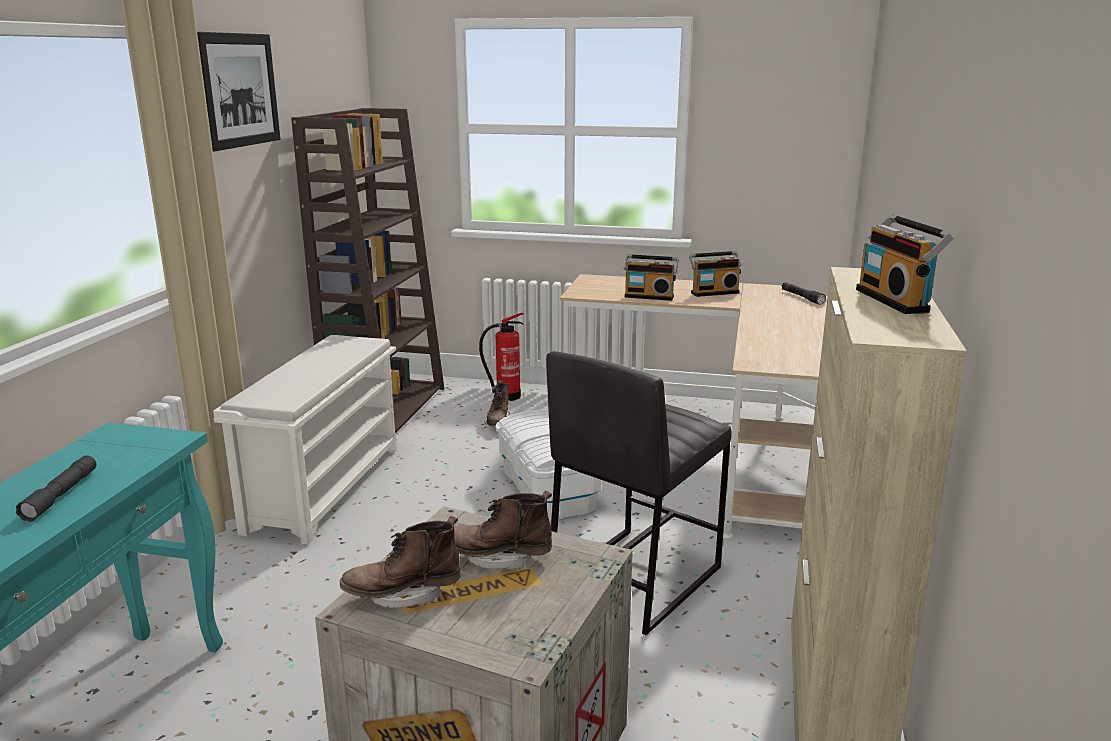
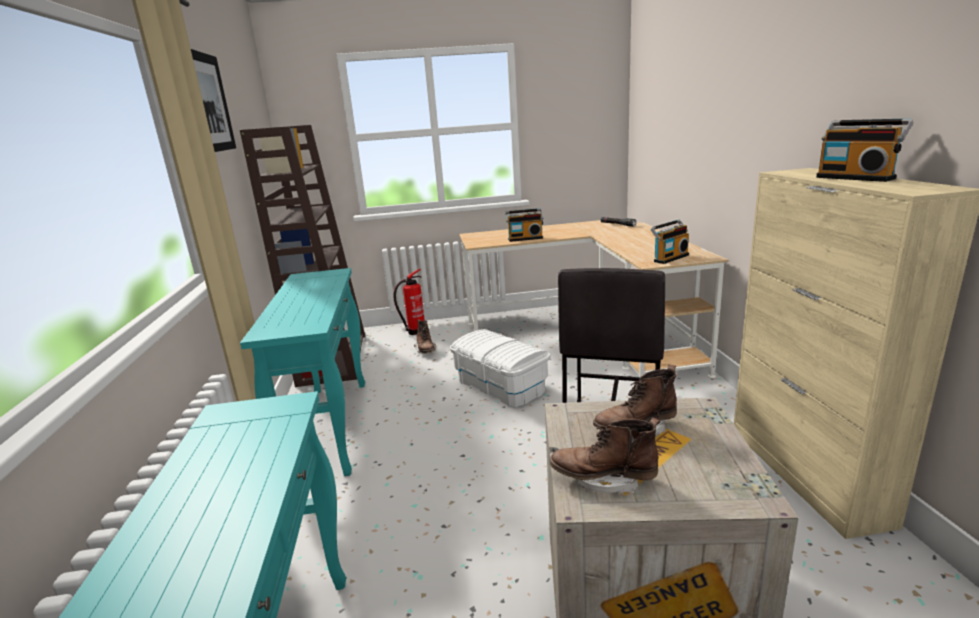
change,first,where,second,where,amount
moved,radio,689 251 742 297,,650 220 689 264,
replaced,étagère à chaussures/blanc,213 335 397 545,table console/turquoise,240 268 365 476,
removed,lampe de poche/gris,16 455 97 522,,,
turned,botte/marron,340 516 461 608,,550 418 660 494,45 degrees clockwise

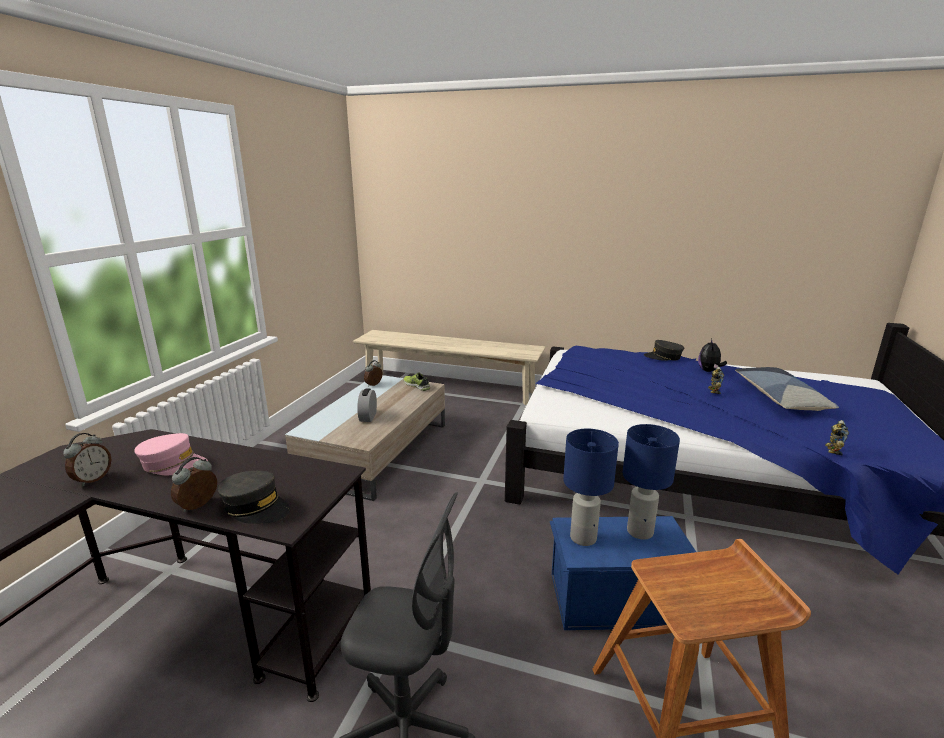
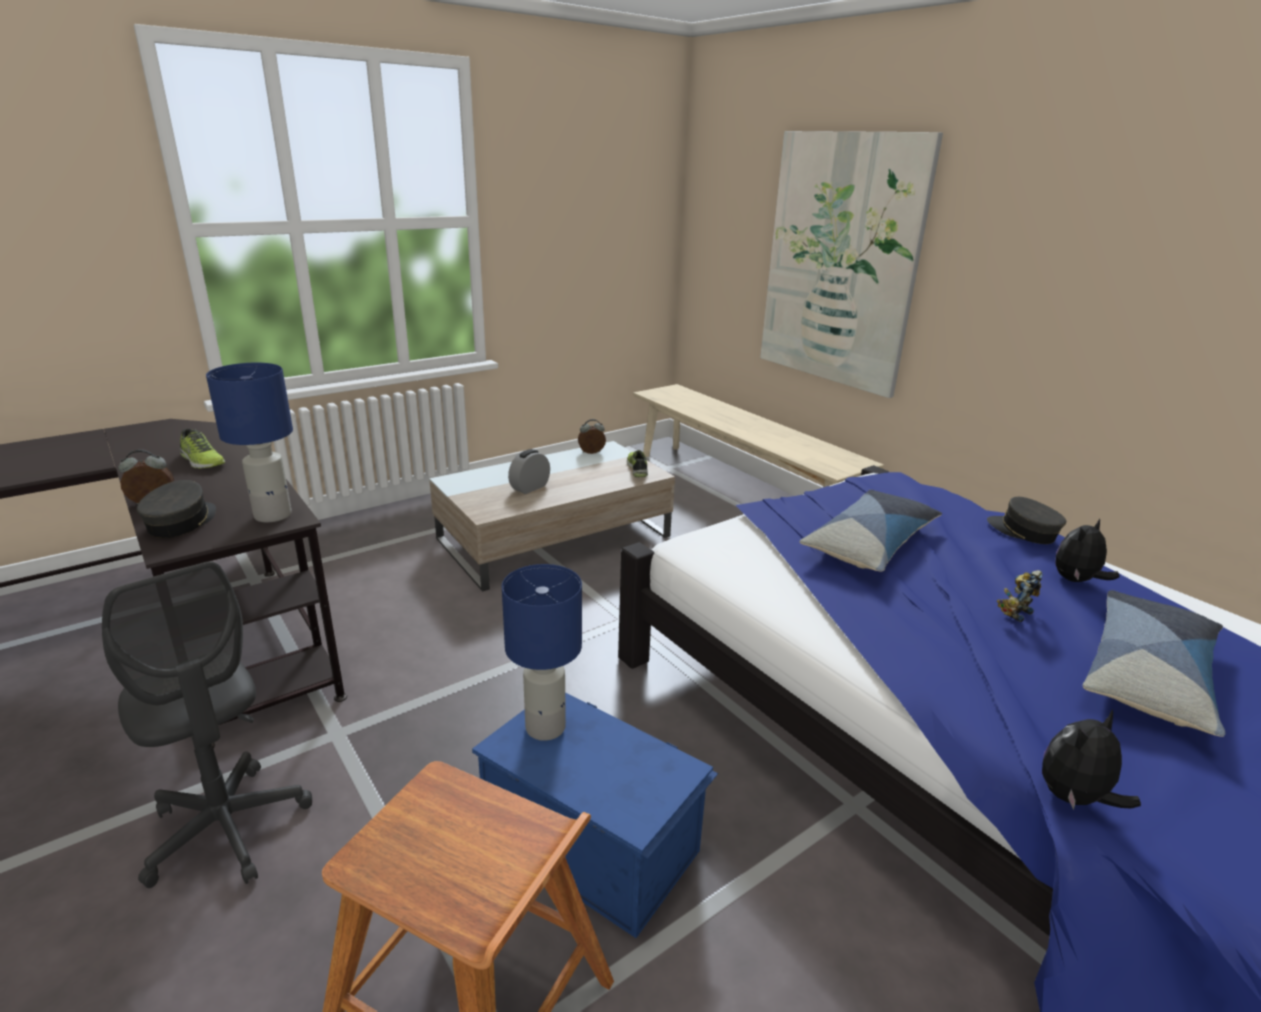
change,first,where,second,where,amount
replaced,robot jouet,825 420 849 455,peluche,1042 709 1141 810,
moved,lampe de table/bleu,623 424 680 540,,206 363 293 522,
removed,réveil,63 433 111 486,,,
replaced,casquette/rose,134 433 208 475,chaussure,180 429 226 468,
turned,casquette/gris,218 471 290 524,,137 480 216 538,150 degrees counterclockwise
added,,,tableau,760 131 943 398,
added,,,coussin,800 490 942 571,

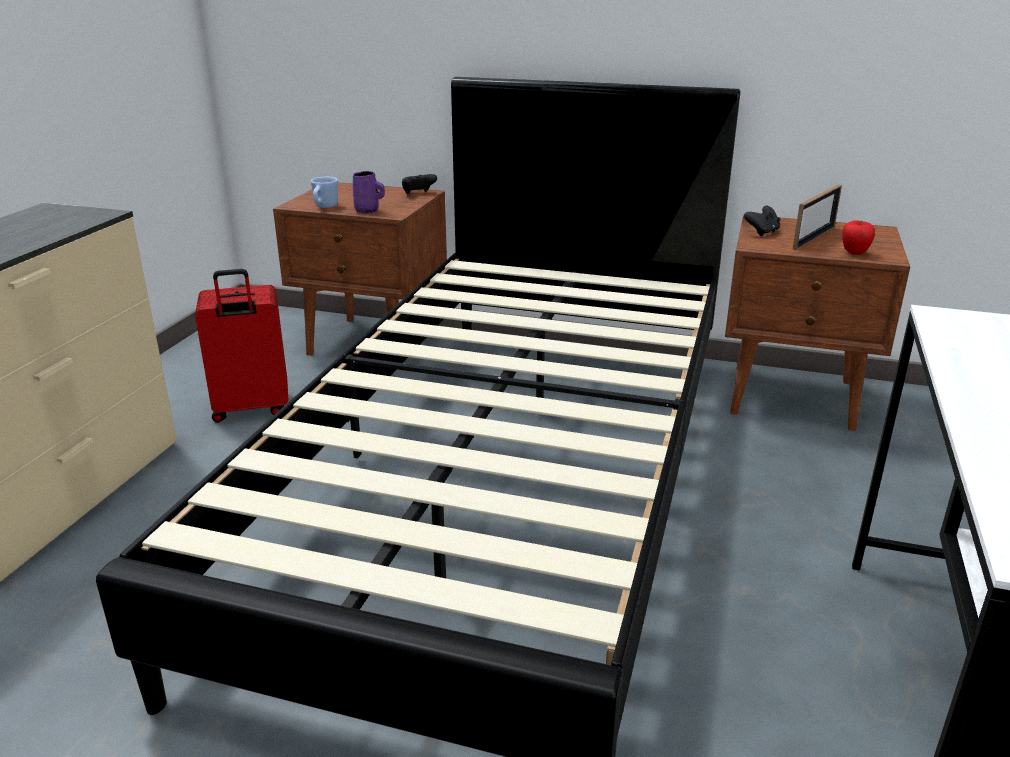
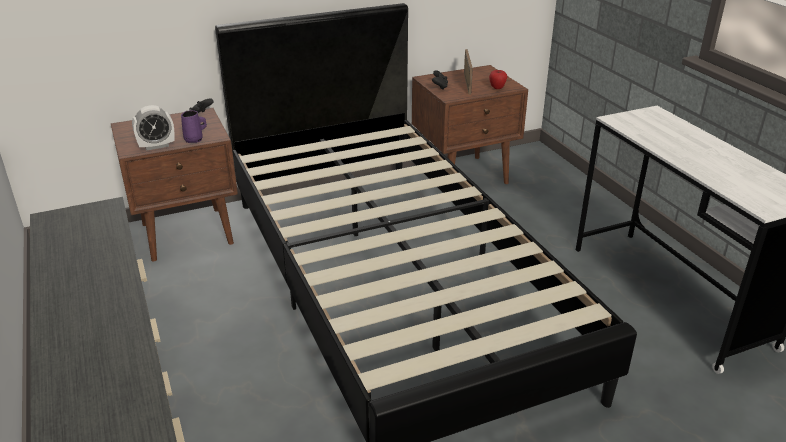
change,first,where,second,where,amount
replaced,mug/bleu,311 177 338 208,réveil,132 105 175 151,
removed,valise/rouge,195 269 288 423,,,

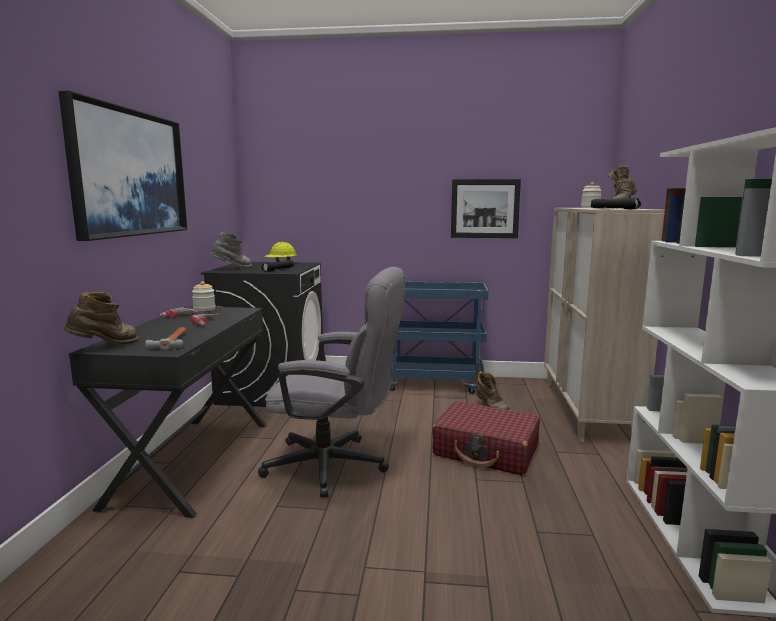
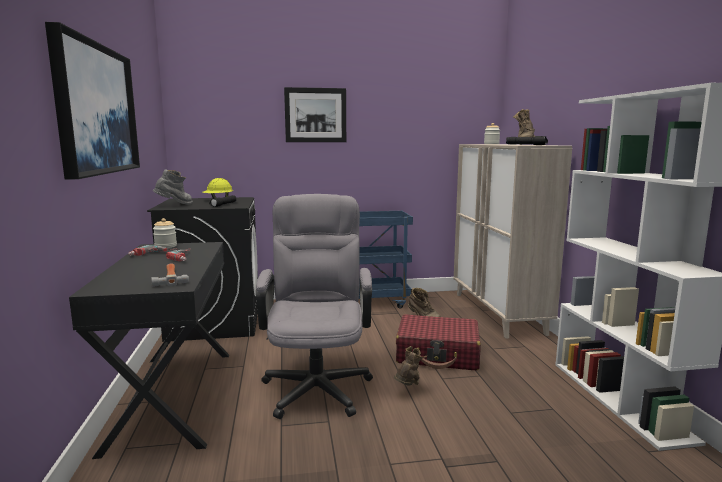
change,first,where,second,where,amount
moved,tableau,451 179 521 238,,284 87 346 142,
turned,chaise de bureau/gris,258 267 405 497,,256 194 373 419,90 degrees counterclockwise
moved,botte/marron,63 292 138 344,,394 346 427 386,

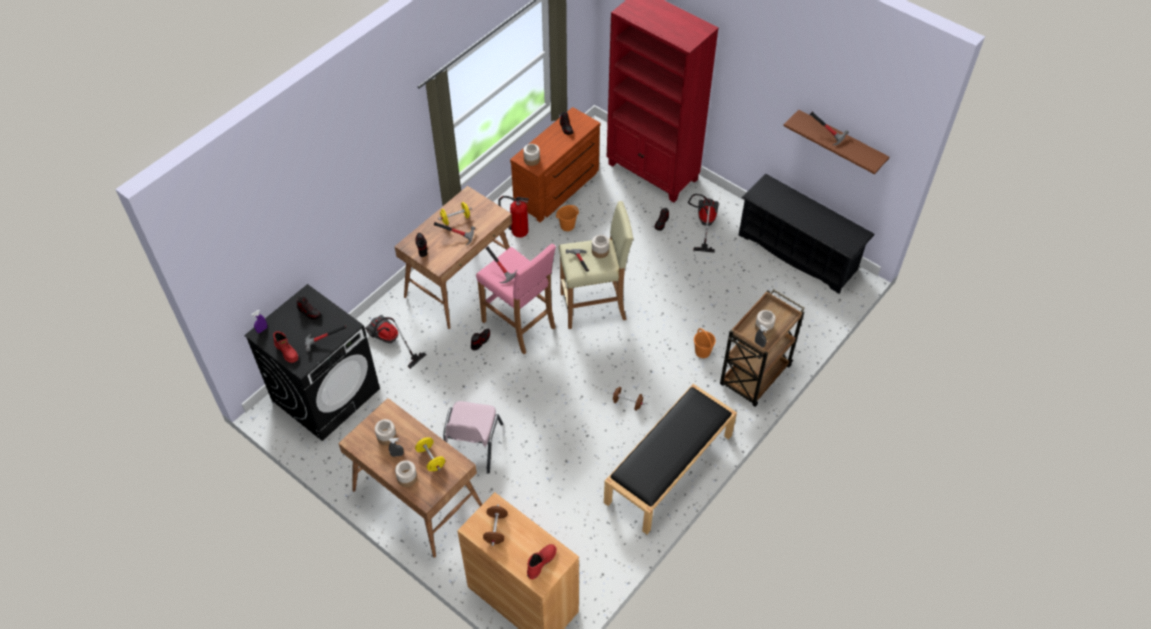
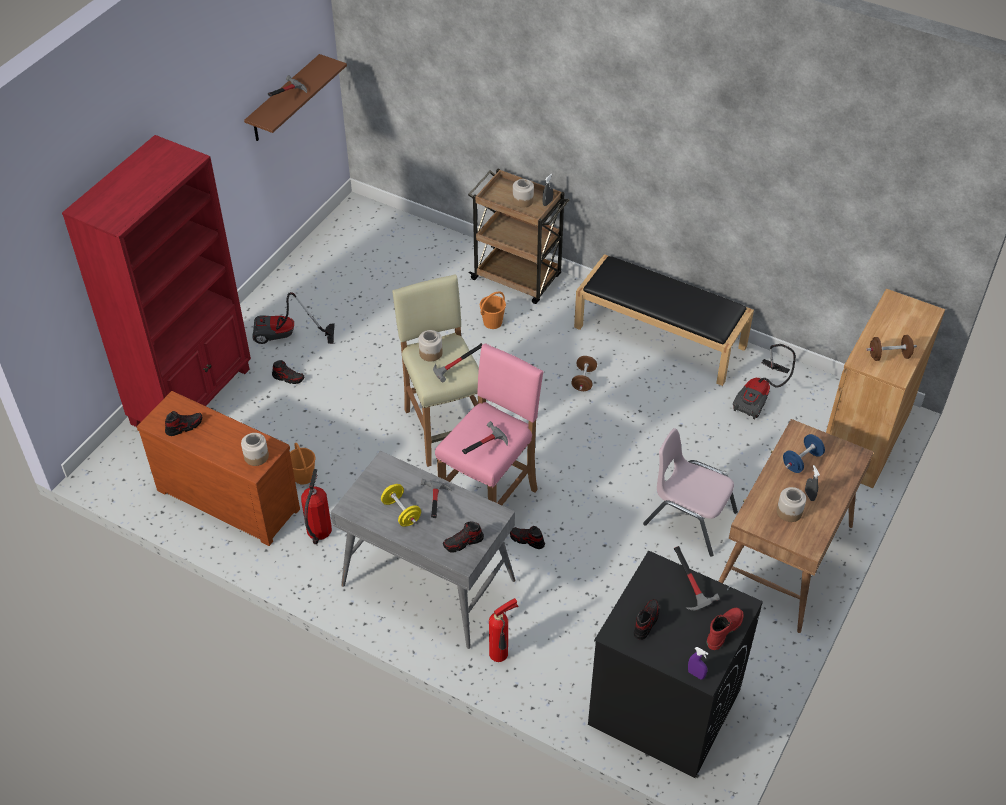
change,first,where,second,where,amount
removed,étagère à chaussures/noir,739 174 875 294,,,
recoloured,bureau/marron,394 186 512 329,bureau/gris,331 451 516 649,
moved,aspirateur,365 315 427 369,,733 344 796 419,
turned,chaise/rose,443 401 503 474,,643 428 738 557,150 degrees counterclockwise
recoloured,haltère/jaune,415 438 445 471,haltère/bleu,783 434 825 473,
removed,bocal,395 460 417 487,,,
removed,botte/rouge,527 544 557 579,,,
added,,,extincteur,489 598 518 662,

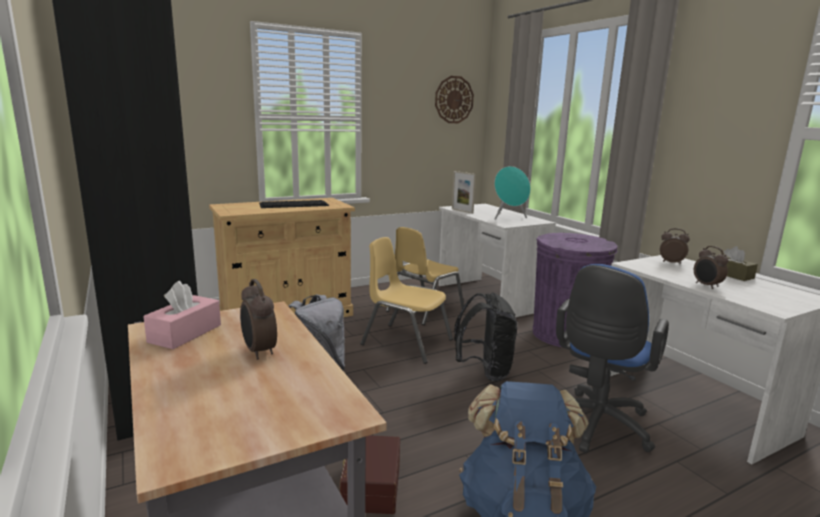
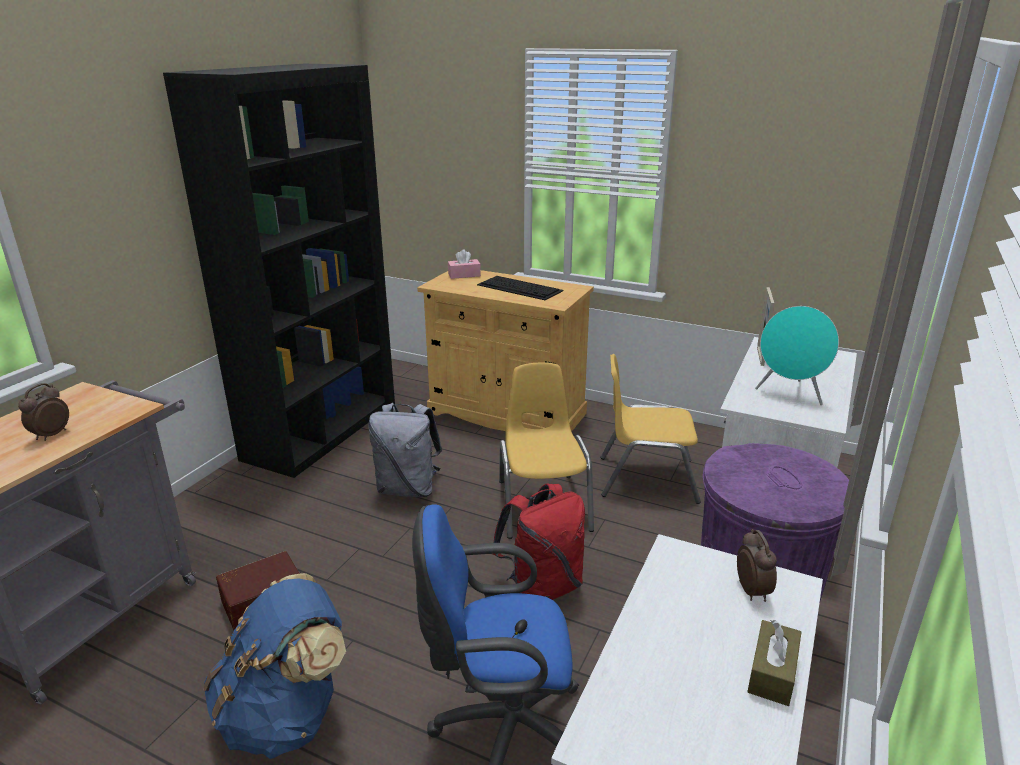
change,first,where,second,where,amount
removed,horloge murale,435 76 474 123,,,
removed,réveil,694 246 728 289,,,
moved,boîte à mouchoirs/rose,143 281 221 349,,448 249 481 279,
recoloured,sac à dos/noir,454 293 517 381,sac à dos/rouge,494 484 585 600,

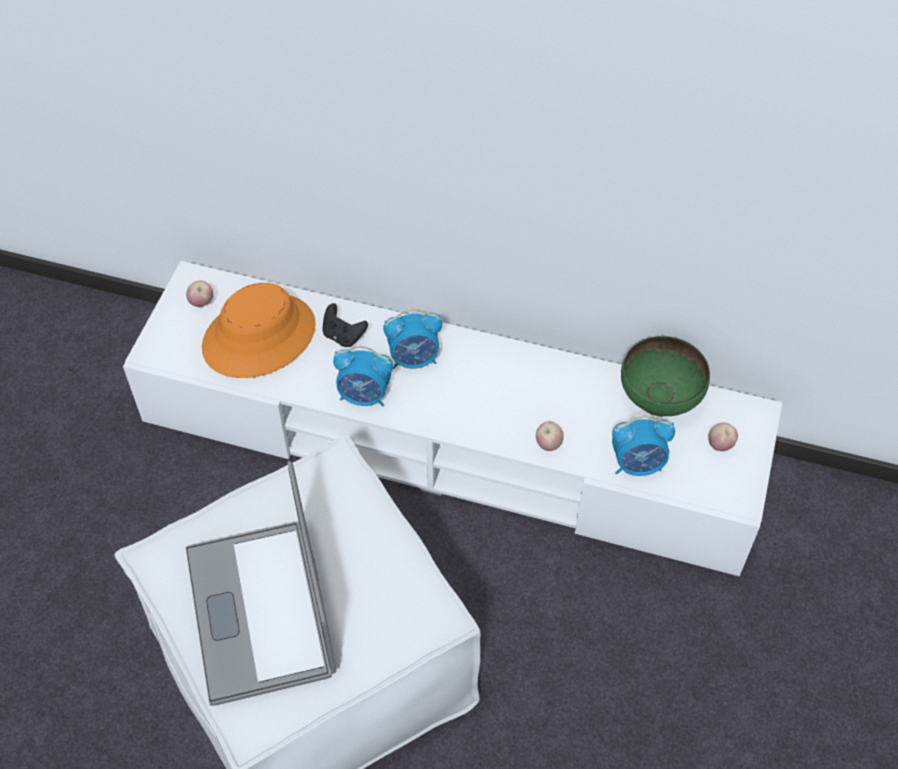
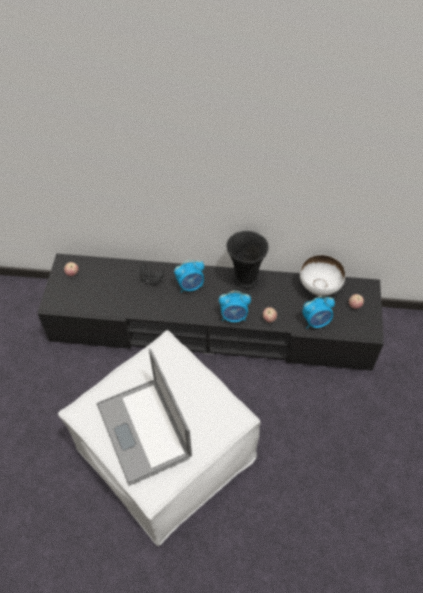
change,first,where,second,where,amount
recoloured,meuble télé/blanc,123 261 782 576,meuble télé/noir,37 254 384 370,
removed,chapeau/orange,202 283 316 378,,,
recoloured,bol/vert,621 336 710 416,bol/blanc,300 255 346 296,
moved,réveil,333 346 393 406,,219 291 251 322,
added,,,vase/noir,226 231 268 289,

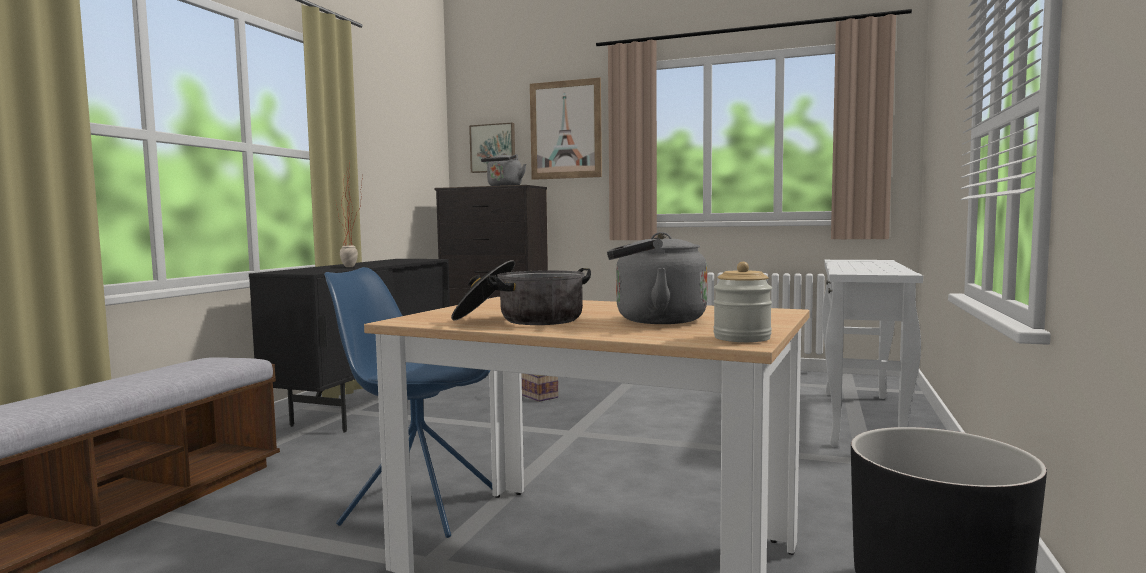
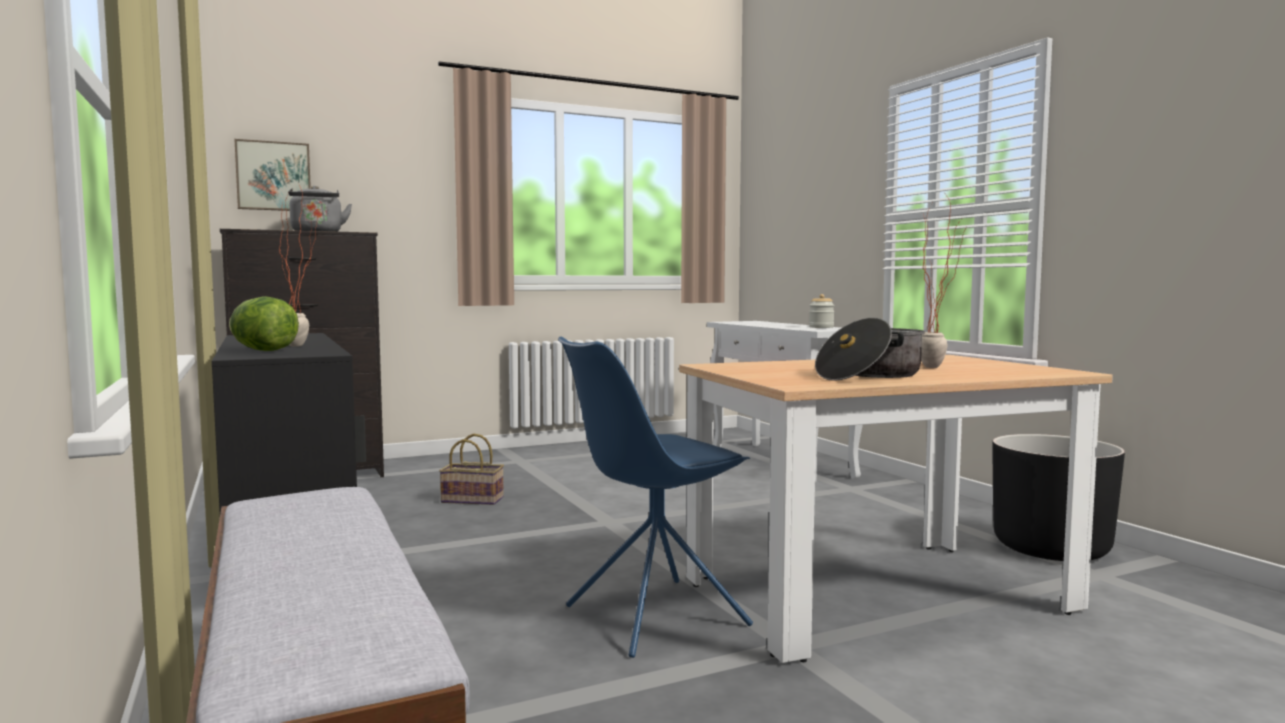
change,first,where,second,where,amount
removed,tableau,530 78 602 180,,,
replaced,bouilloire/gris,607 232 708 324,plante en pot,921 195 967 368,
moved,bocal,713 262 772 342,,809 294 835 328,
added,,,laitue,229 297 299 351,

